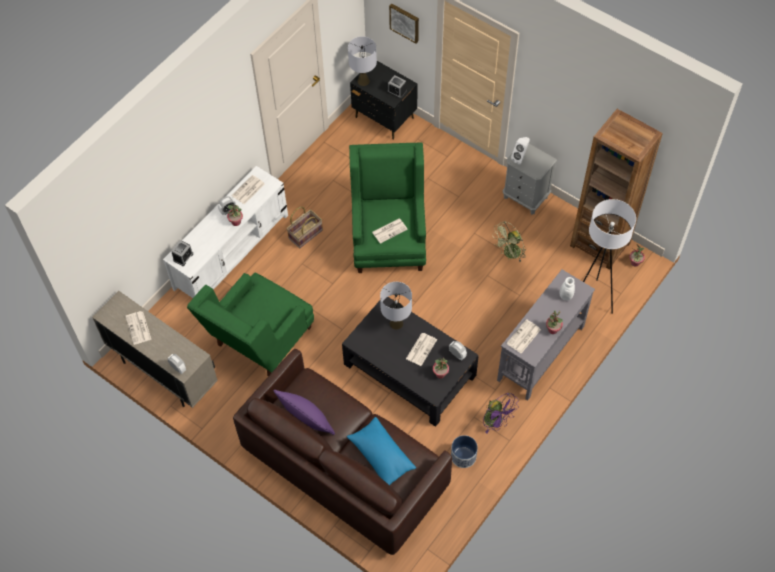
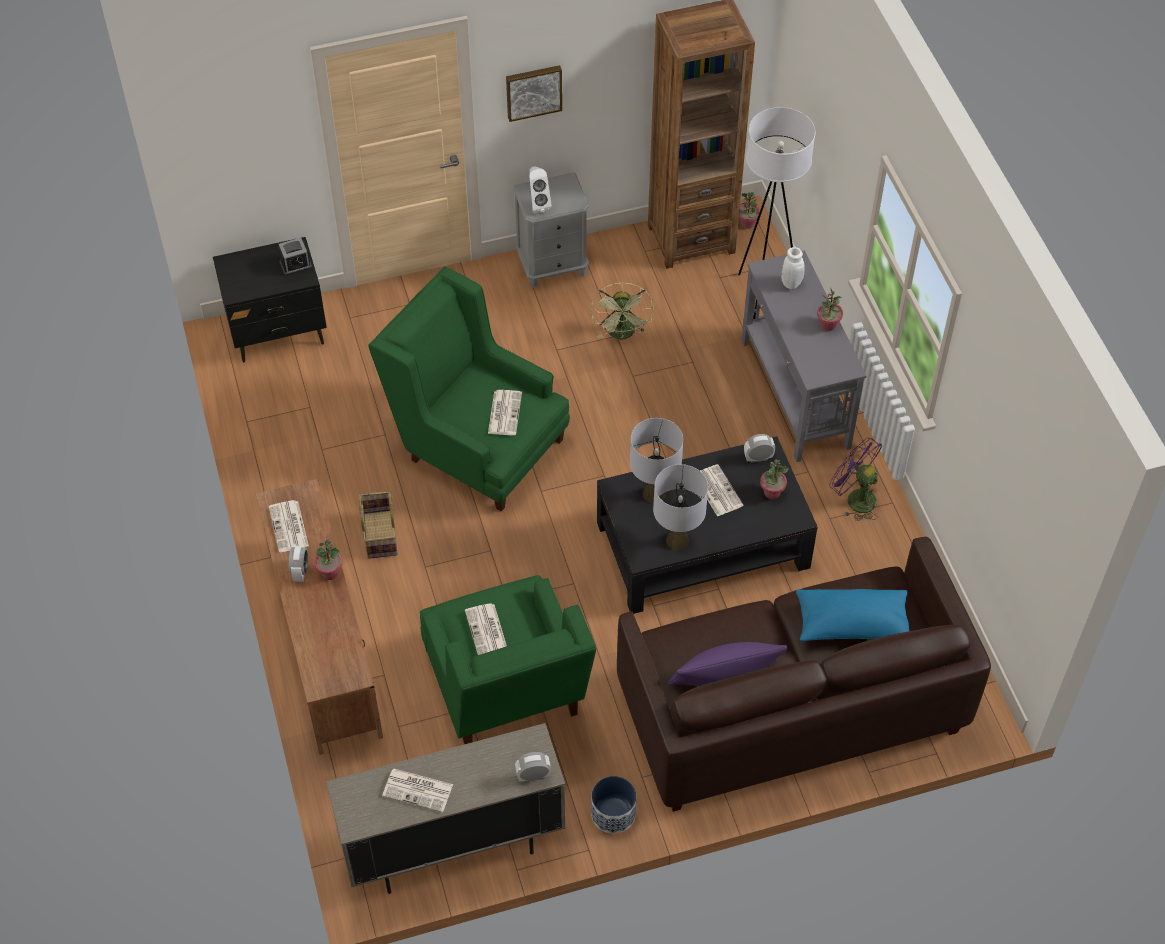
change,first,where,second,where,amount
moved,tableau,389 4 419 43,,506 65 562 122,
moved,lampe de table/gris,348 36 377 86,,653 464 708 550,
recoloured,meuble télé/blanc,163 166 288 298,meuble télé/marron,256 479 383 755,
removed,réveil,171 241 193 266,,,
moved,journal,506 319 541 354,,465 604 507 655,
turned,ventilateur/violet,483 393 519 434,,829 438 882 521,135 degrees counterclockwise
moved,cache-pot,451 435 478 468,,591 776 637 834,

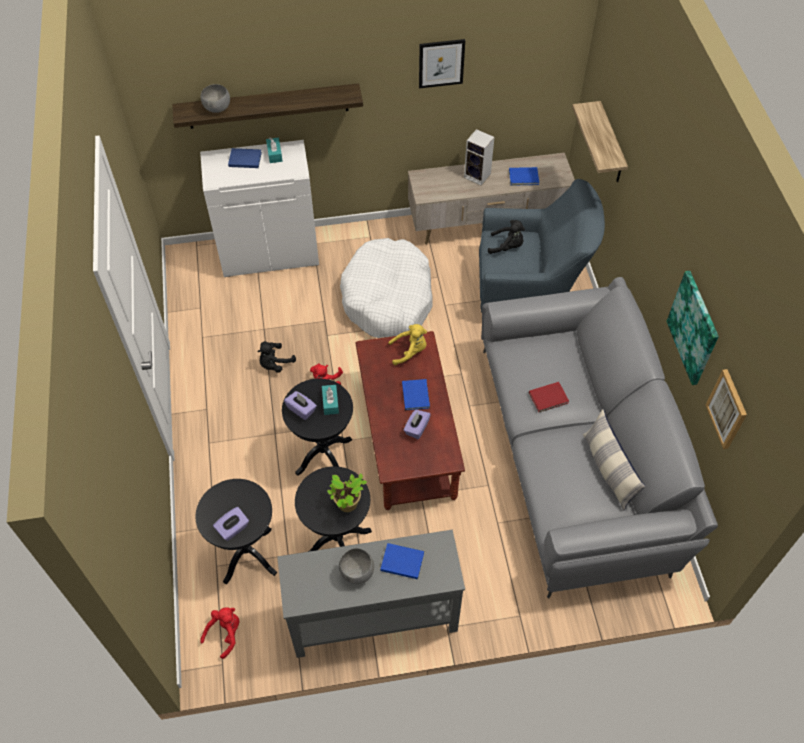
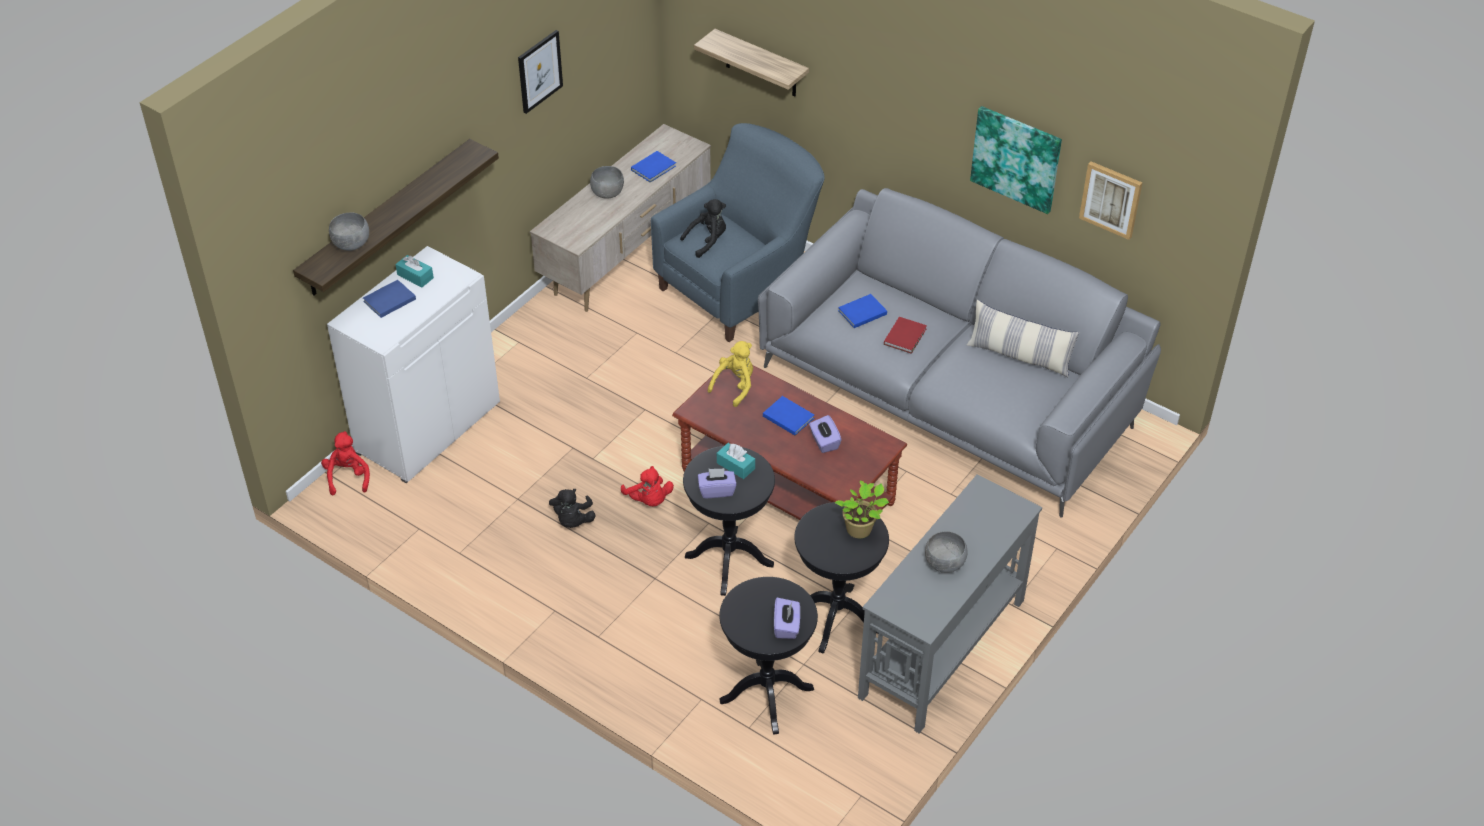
change,first,where,second,where,amount
replaced,enceinte,464 129 495 186,bol/gris,590 166 624 199,
removed,panier pour chien/blanc,340 238 433 338,,,
moved,livre/bleu,380 543 424 579,,838 294 887 328,
moved,peluche/rouge,200 607 240 659,,321 431 370 496,

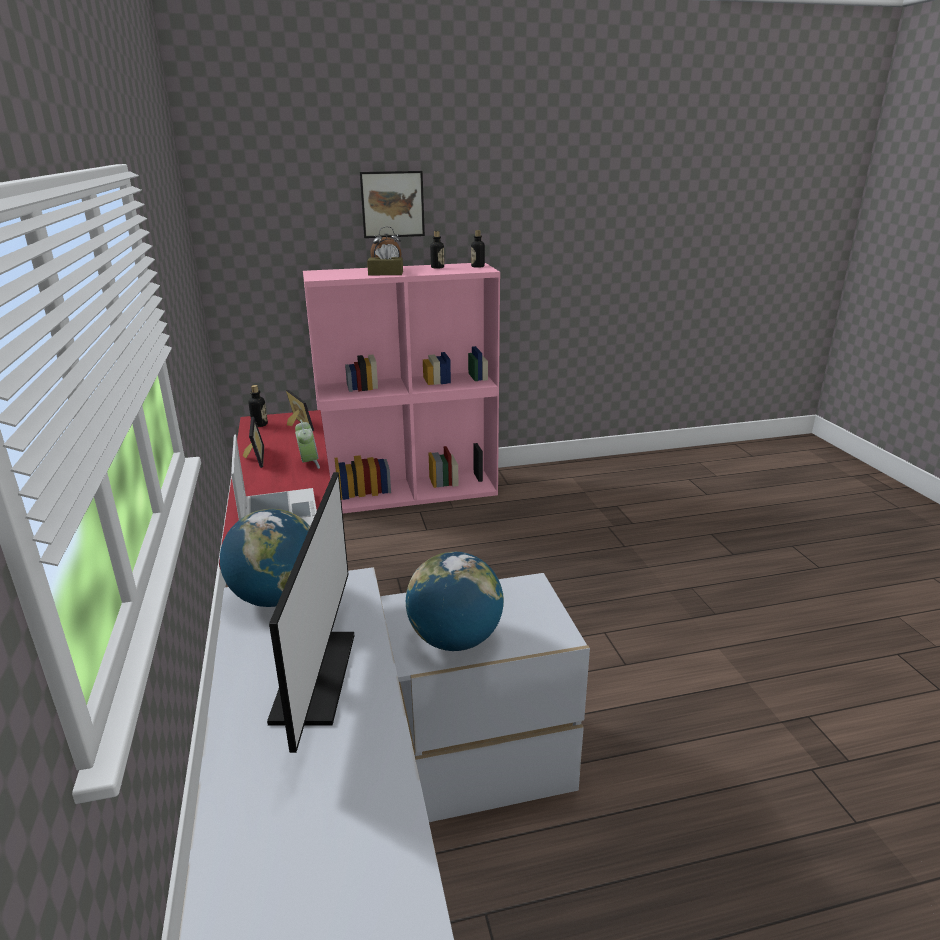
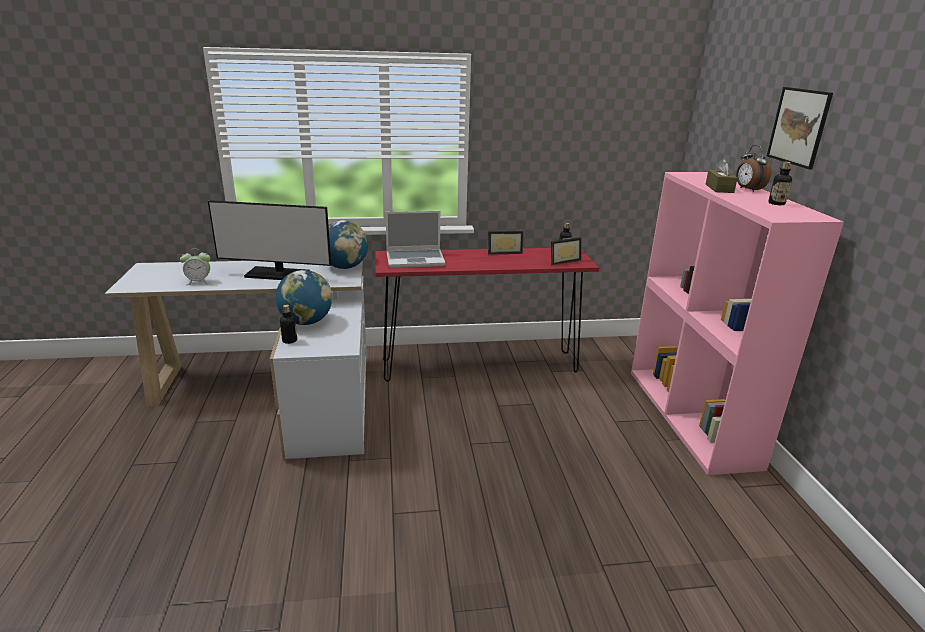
change,first,where,second,where,amount
moved,bouteille,471 230 485 268,,280 305 297 344,
moved,réveil,295 420 320 469,,180 250 211 285,

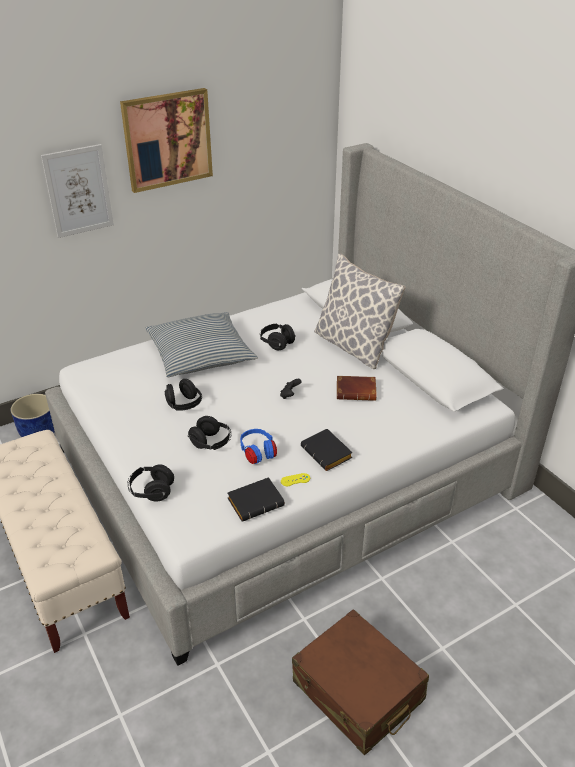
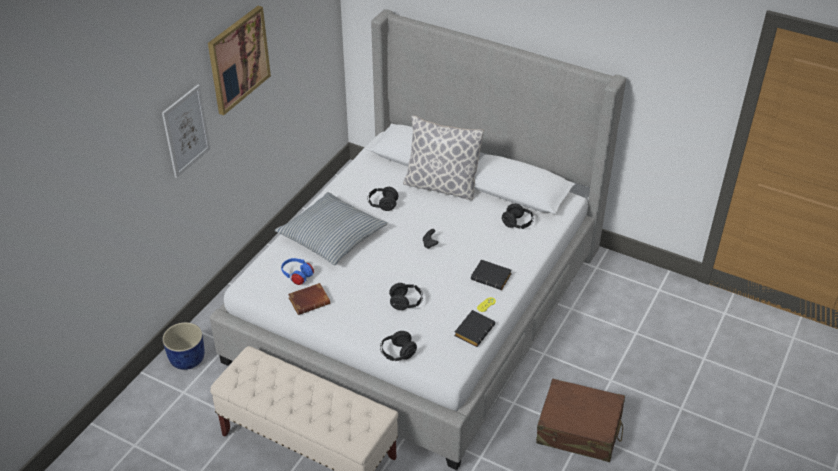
change,first,where,second,where,amount
moved,livre/marron,337 376 377 401,,288 283 330 315,
moved,casque audio/noir,165 379 202 411,,502 203 534 229,
moved,casque audio/bleu,240 429 277 464,,281 258 314 285,

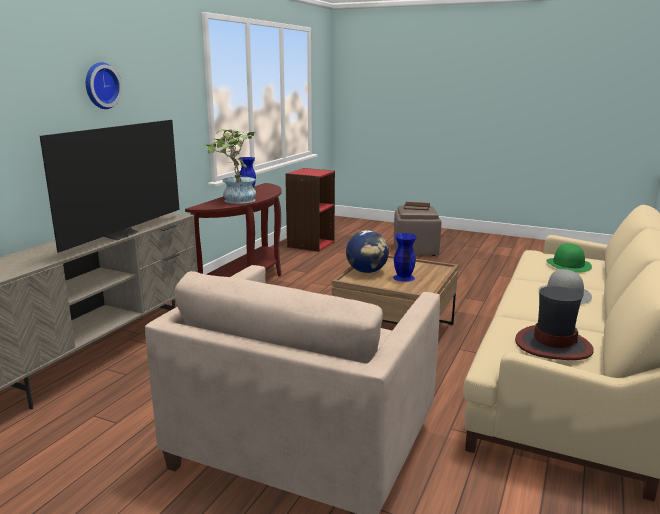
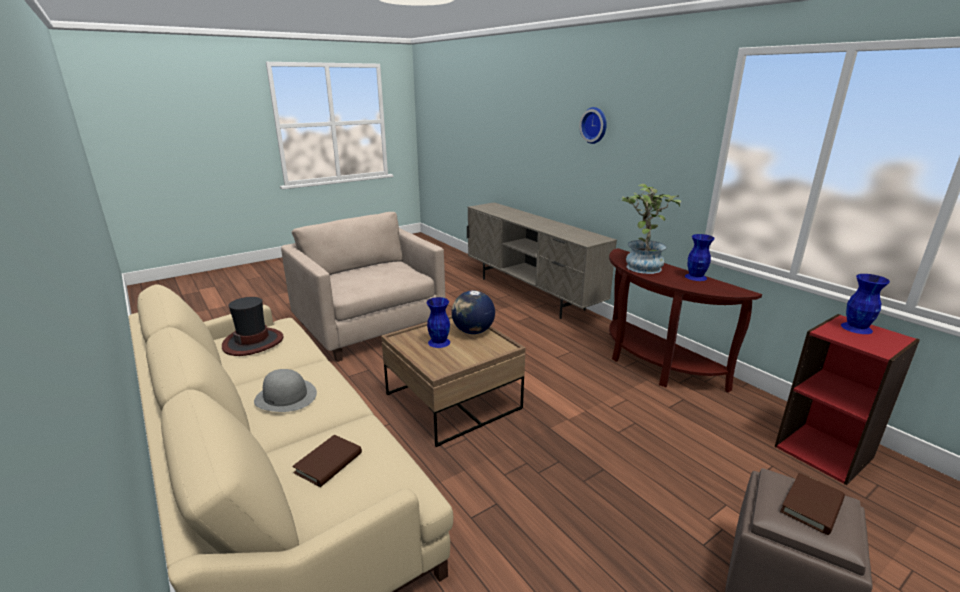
change,first,where,second,where,amount
removed,téléviseur,40 120 180 253,,,
replaced,chapeau/vert,546 243 592 273,livre/marron,292 435 362 487,
added,,,vase/bleu,841 274 890 334,

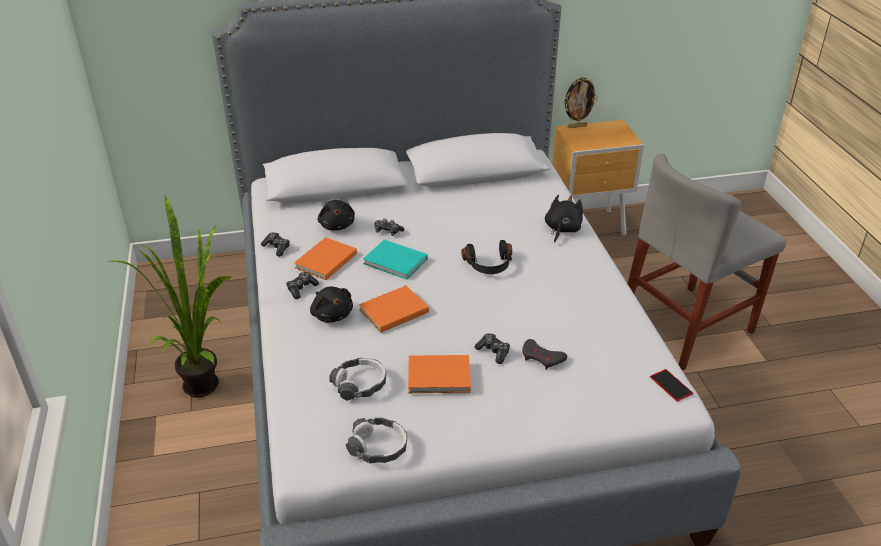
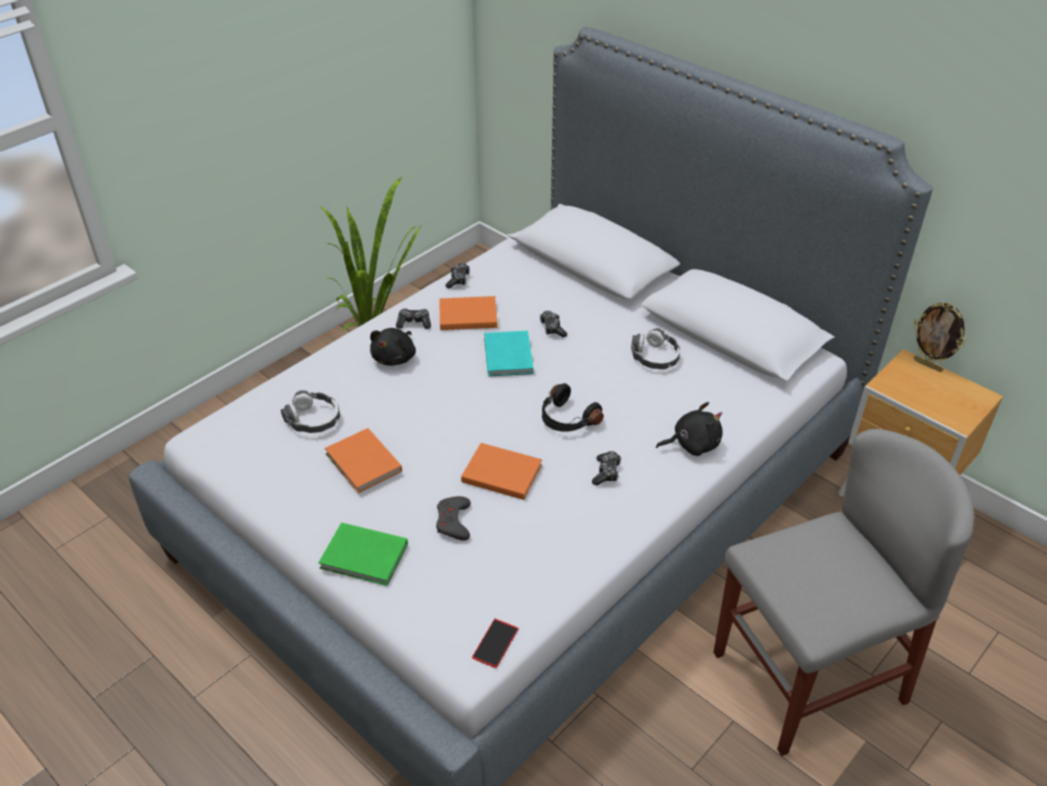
change,first,where,second,where,amount
turned,chaise/gris,628 154 786 371,,713 429 974 756,135 degrees clockwise
removed,peluche/noir,318 200 355 231,,,
moved,livre/orange,359 285 429 333,,461 443 542 500,
moved,manette,475 333 510 364,,592 451 621 486,
moved,casque audio,346 418 407 464,,631 328 680 369,
added,,,livre/vert,318 522 408 586,

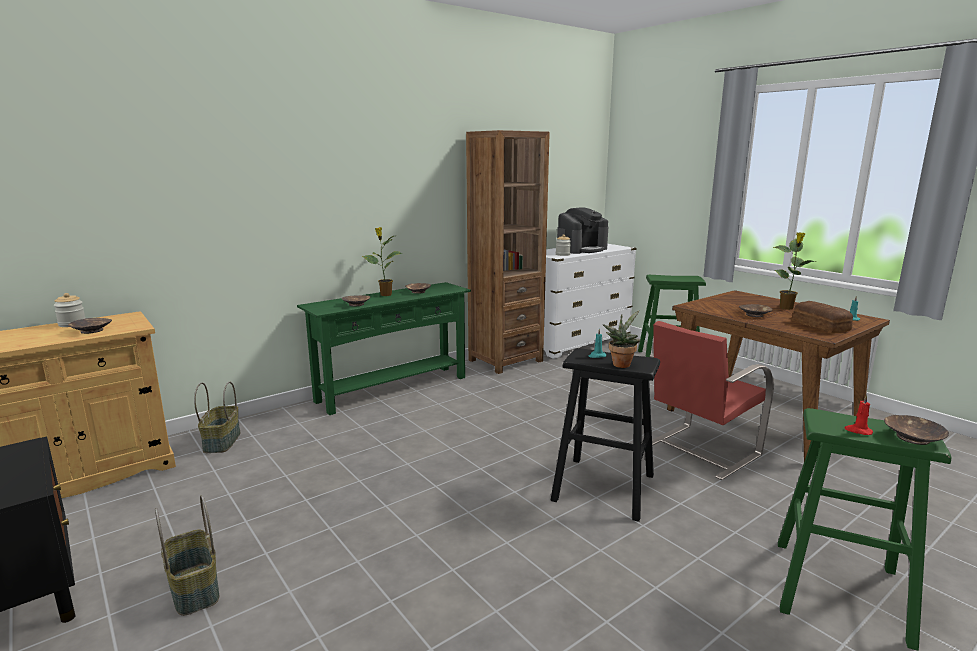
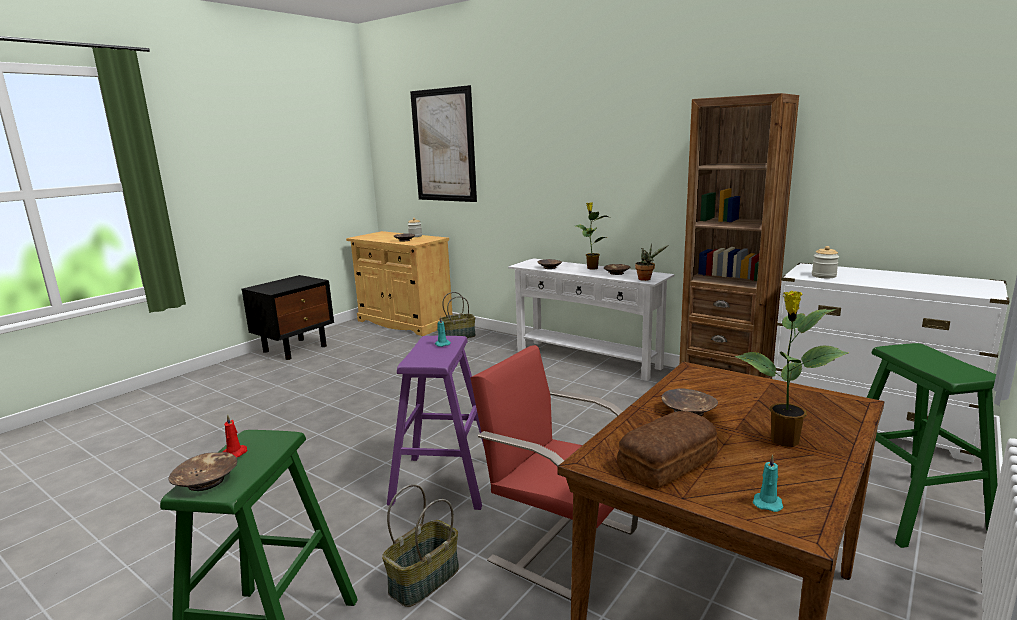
change,first,where,second,where,amount
removed,machine à café,557 207 608 254,,,
recoloured,table console/vert,297 282 471 415,table console/blanc,508 258 675 381,
moved,plante en pot,603 310 640 368,,635 243 668 281,
recoloured,tabouret/noir,550 348 660 522,tabouret/violet,387 336 484 510,
moved,panier,155 495 219 616,,382 484 459 607,
added,,,tableau,410 85 477 202,

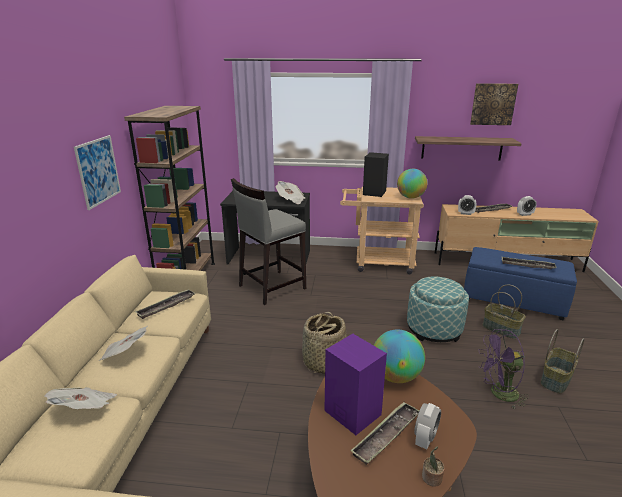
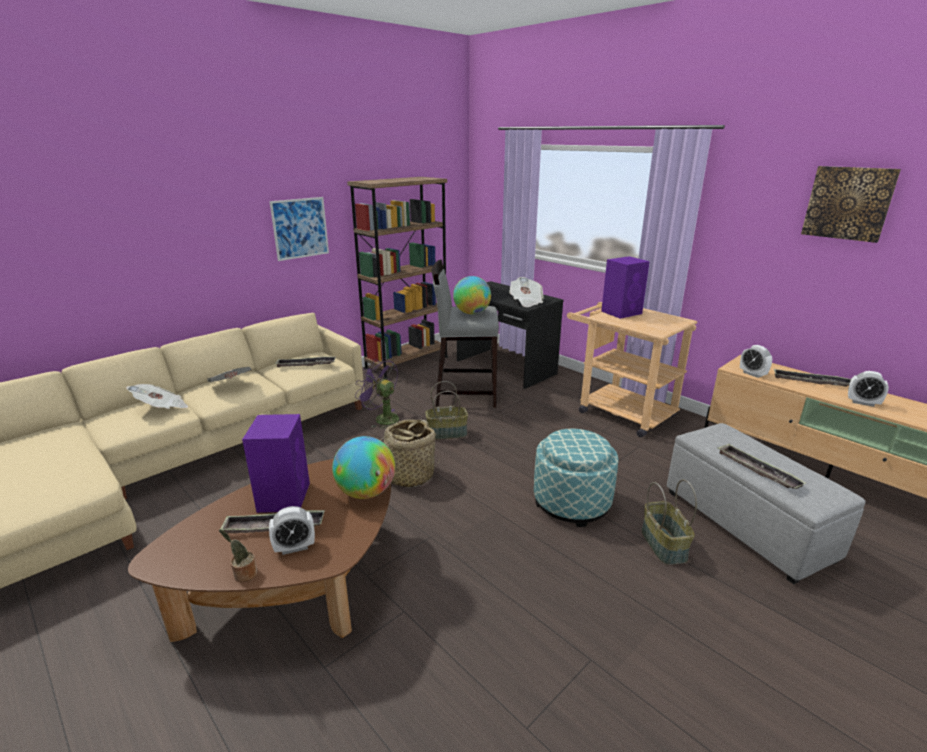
change,first,where,second,where,amount
removed,étagère,415 136 522 161,,,
recoloured,enceinte/noir,363 152 389 197,enceinte/violet,601 256 650 319,
moved,globe,397 169 428 199,,453 276 491 314,
recoloured,pouf/bleu,464 247 577 320,pouf/gris,667 423 866 584,
moved,ventilateur/violet,478 329 529 409,,355 358 399 429,
moved,panier,541 329 584 394,,425 381 468 440,

